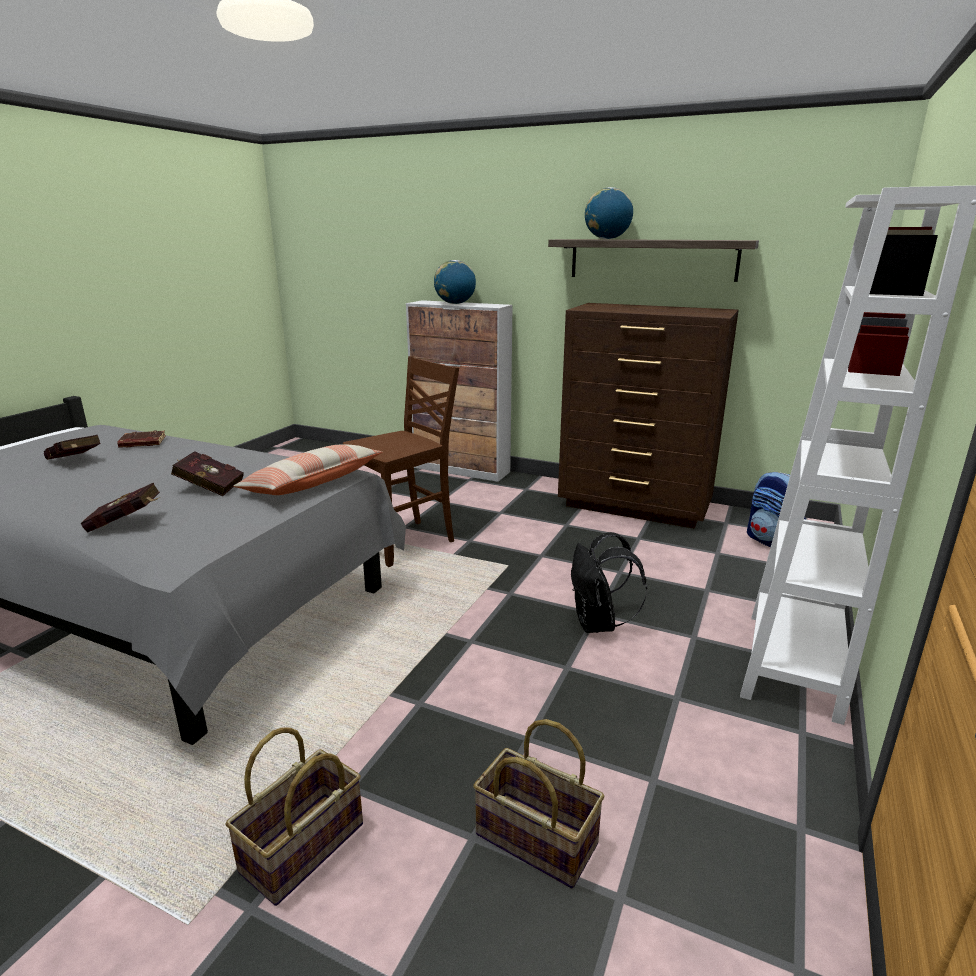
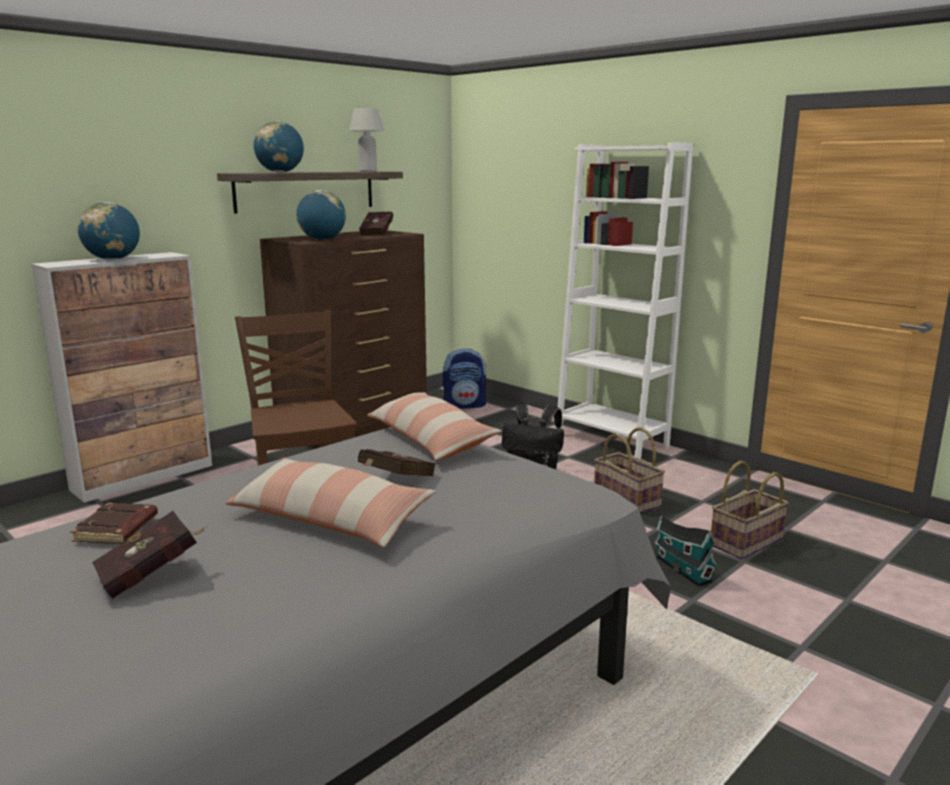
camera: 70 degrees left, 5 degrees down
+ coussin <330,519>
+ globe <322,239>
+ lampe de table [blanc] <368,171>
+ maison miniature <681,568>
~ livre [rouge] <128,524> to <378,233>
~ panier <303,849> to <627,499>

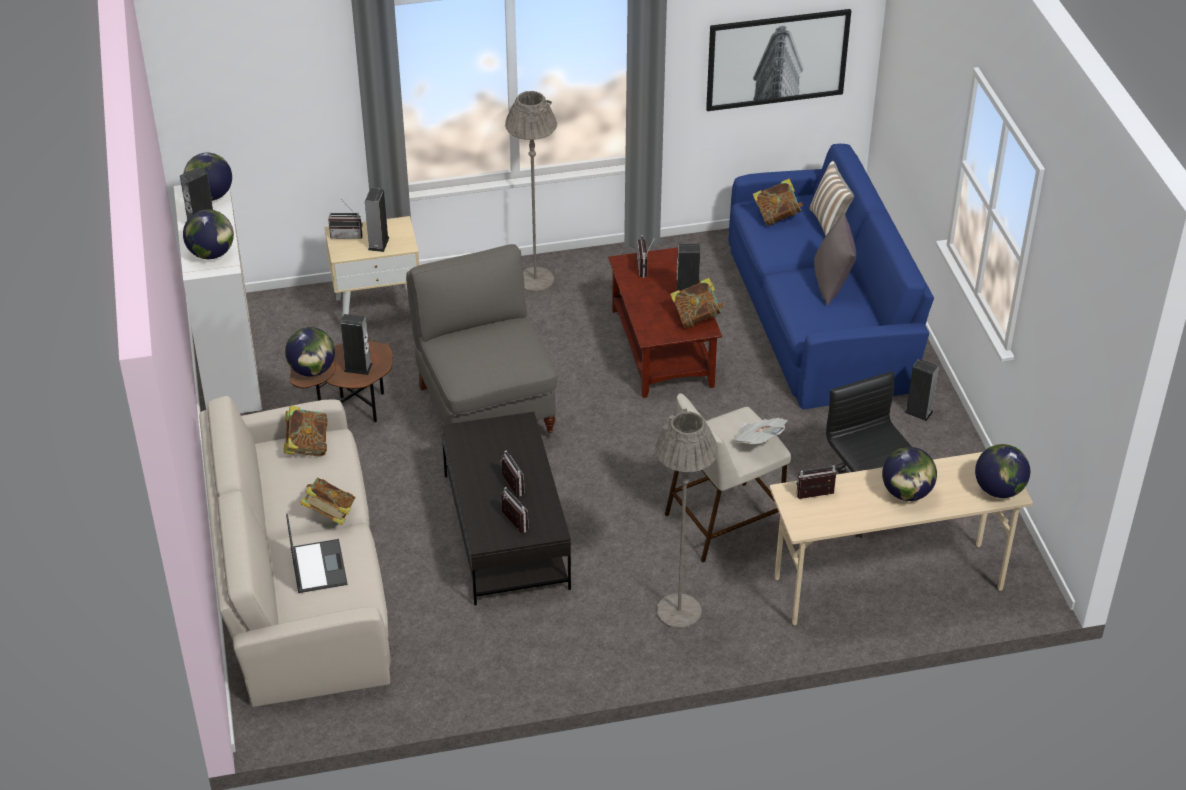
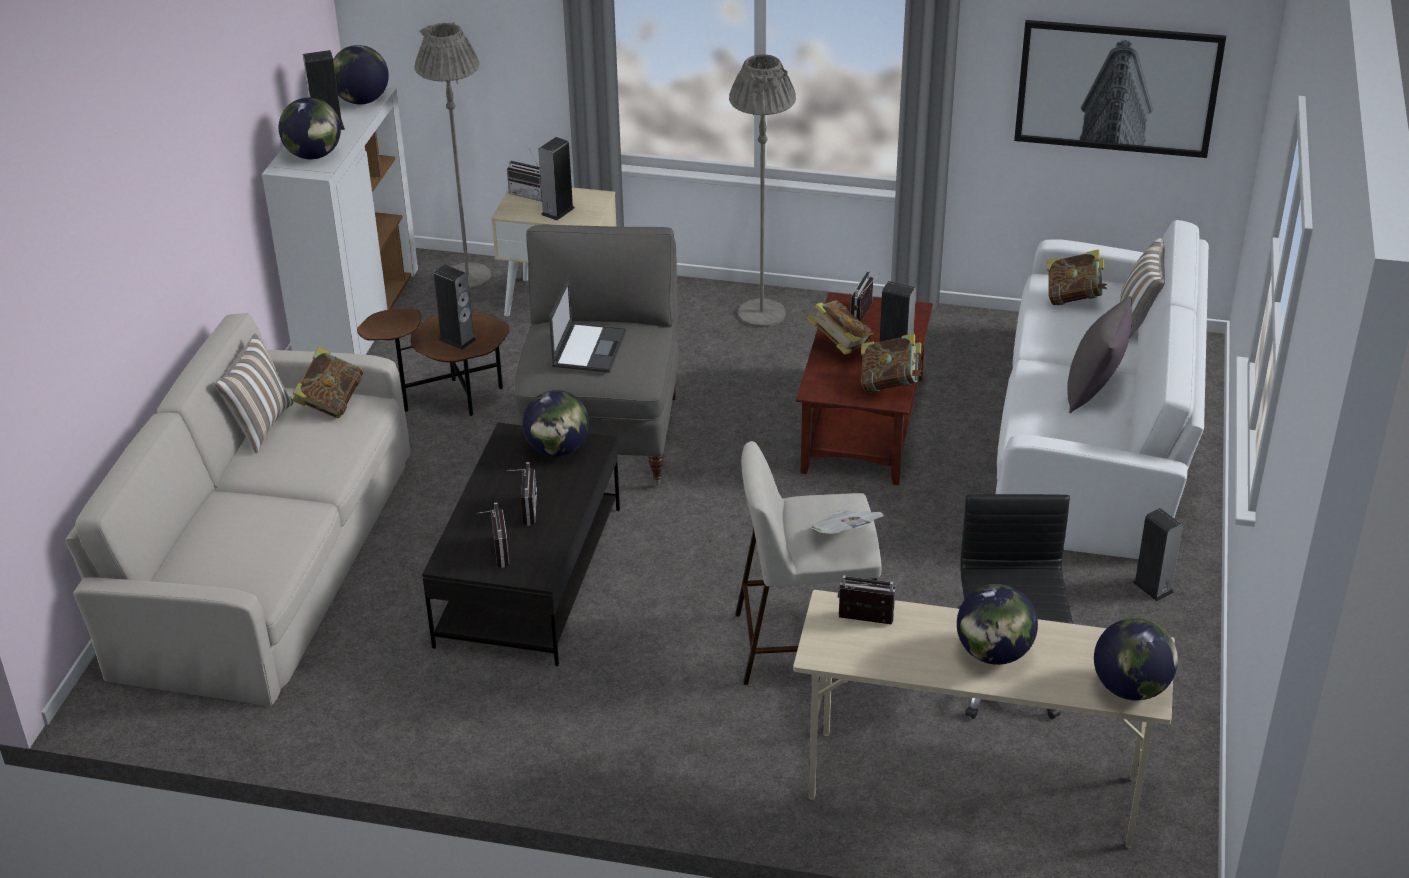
camera: 25 degrees right, 5 degrees down
+ coussin <260,425>
~ globe <312,370> to <557,449>
~ ordinateur portable <318,566> to <589,348>
~ livre <330,514> to <839,346>
~ lampadaire [gris] <679,612> to <468,277>
~ canapé [bleu] <821,313> to canapé [blanc] <1095,436>

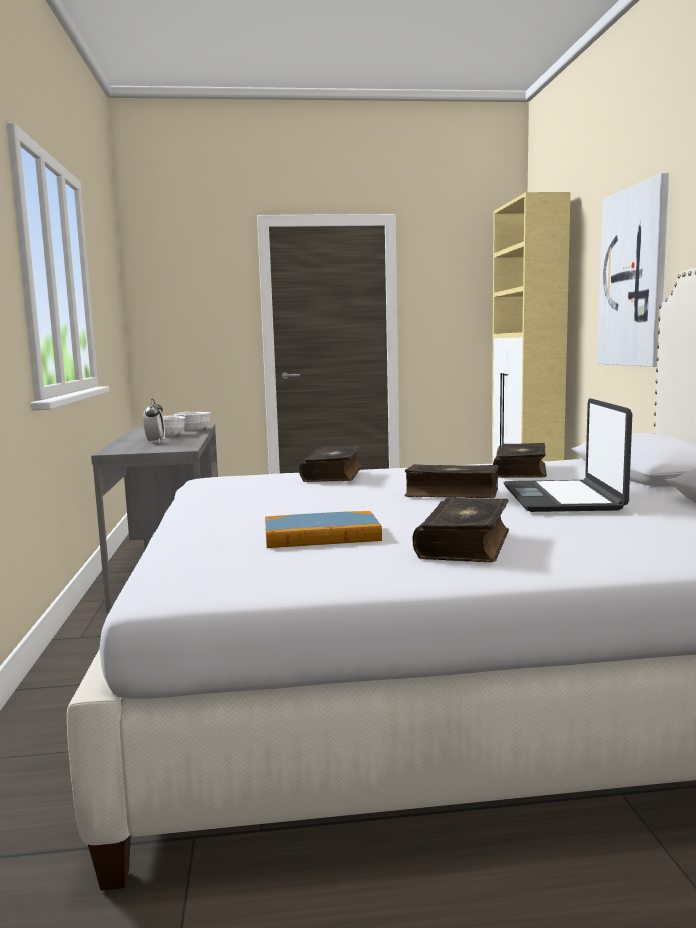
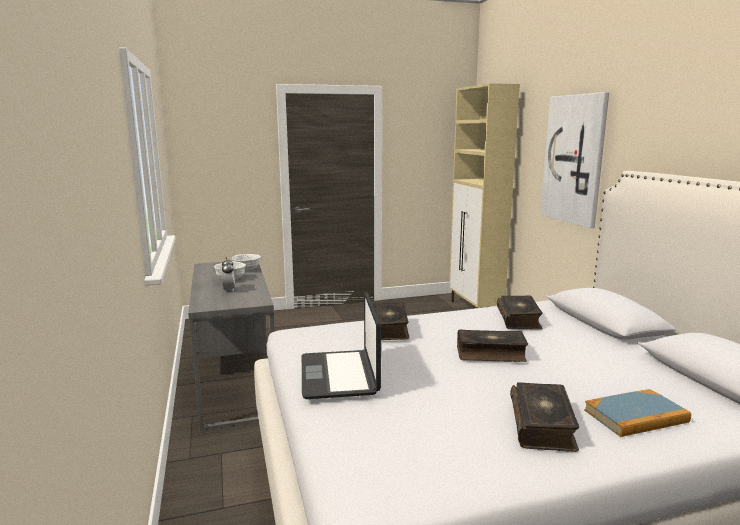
camera: 10 degrees left, 5 degrees up
~ livre <321,535> to <636,416>
~ ordinateur portable <563,498> to <340,375>

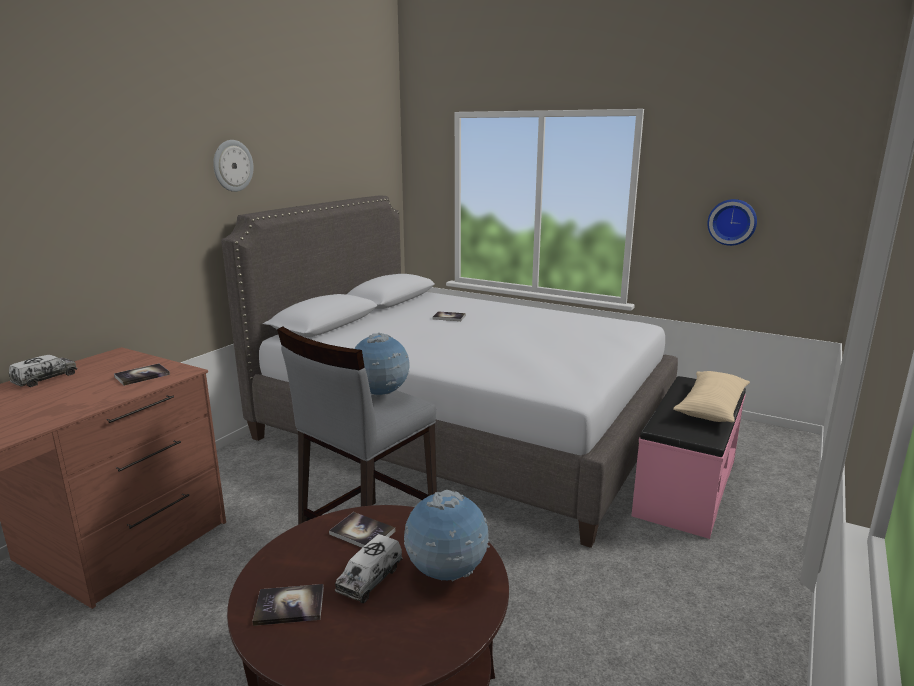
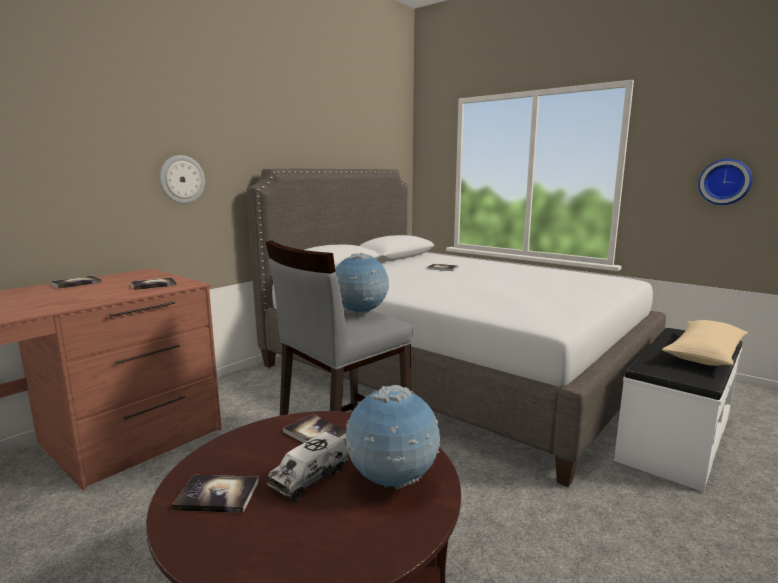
camera: 10 degrees right, 5 degrees down
~ horloge murale <232,165> to <182,179>
~ camion jouet <45,378> to livre <76,283>
~ banc [rose] <685,486> to banc [blanc] <674,438>

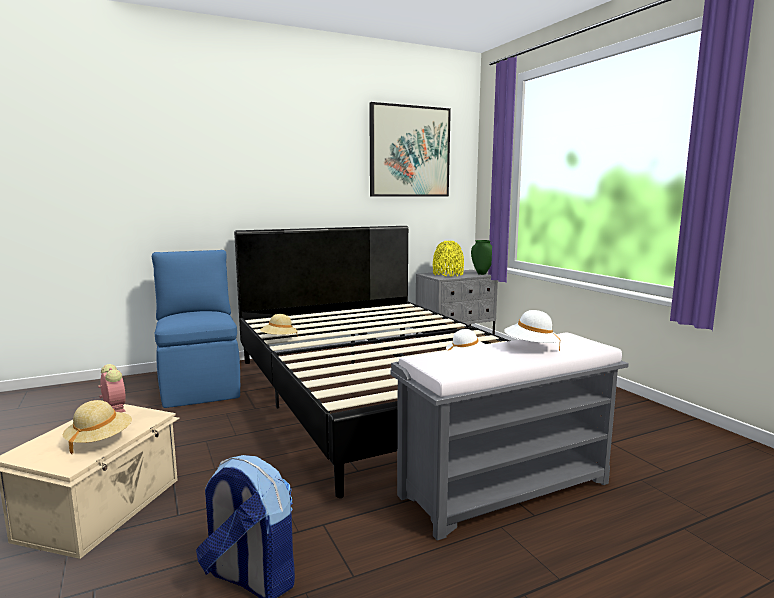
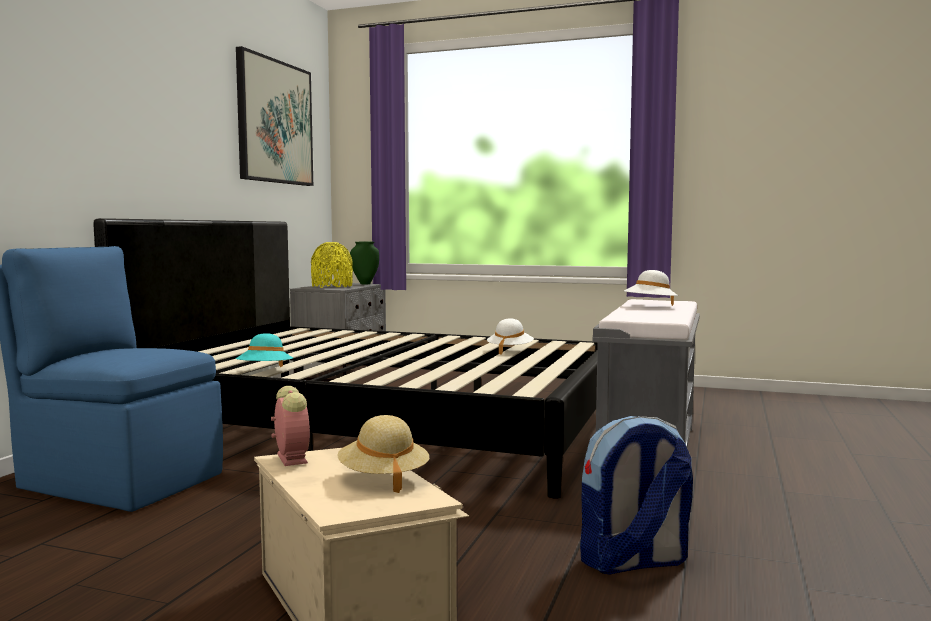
camera: 45 degrees left, 5 degrees down
~ chapeau [beige] <279,339> to chapeau [turquoise] <265,372>
~ réveil <114,408> = <291,457> 60 degrees clockwise

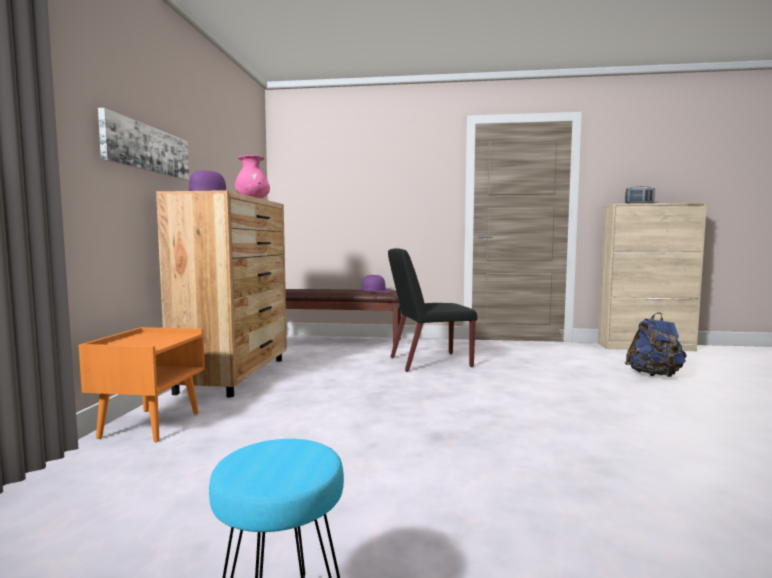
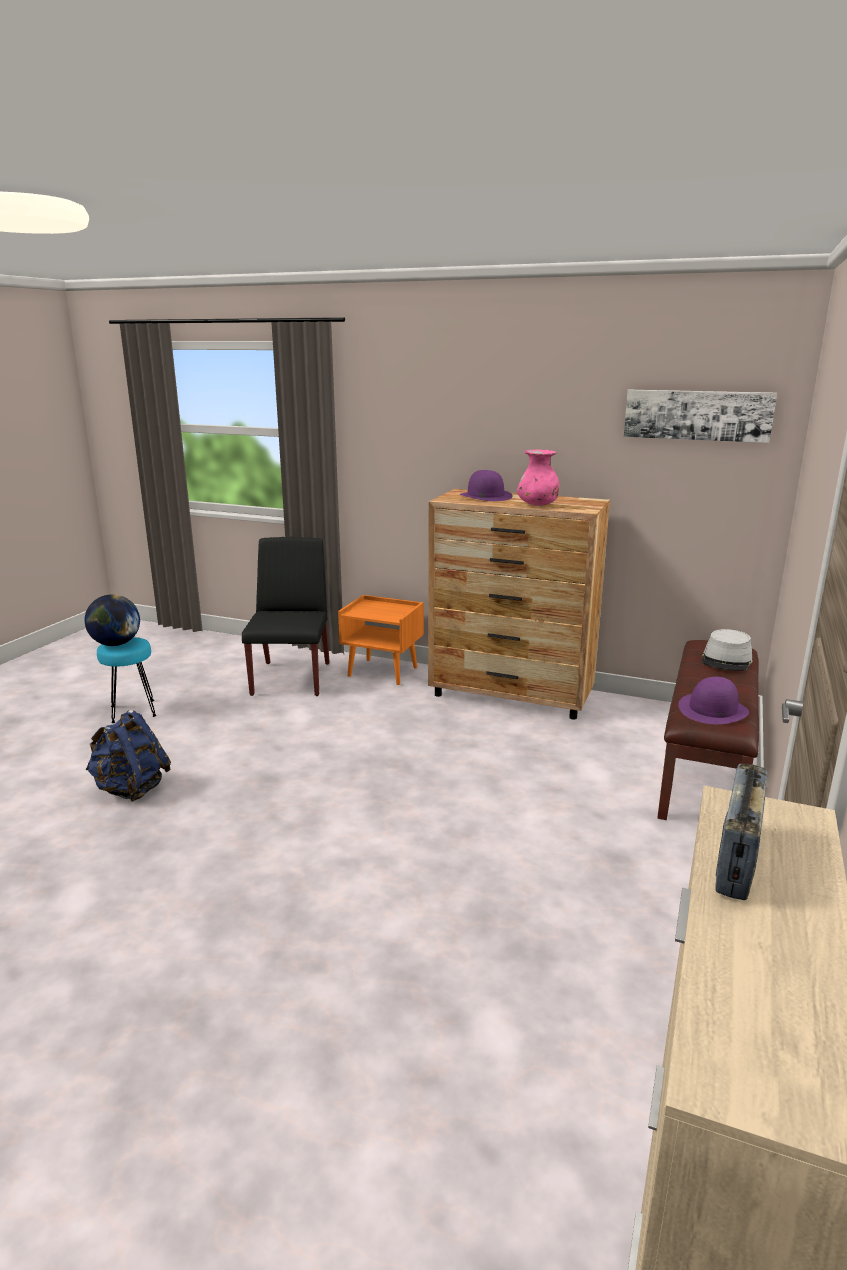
camera: 105 degrees right, 15 degrees up
+ globe <116,644>
+ chapeau [gris] <726,660>
~ tableau <147,149> to <697,415>
~ chaise [noir] <429,362> to <291,678>
~ sac à dos [bleu] <654,375> to <131,789>

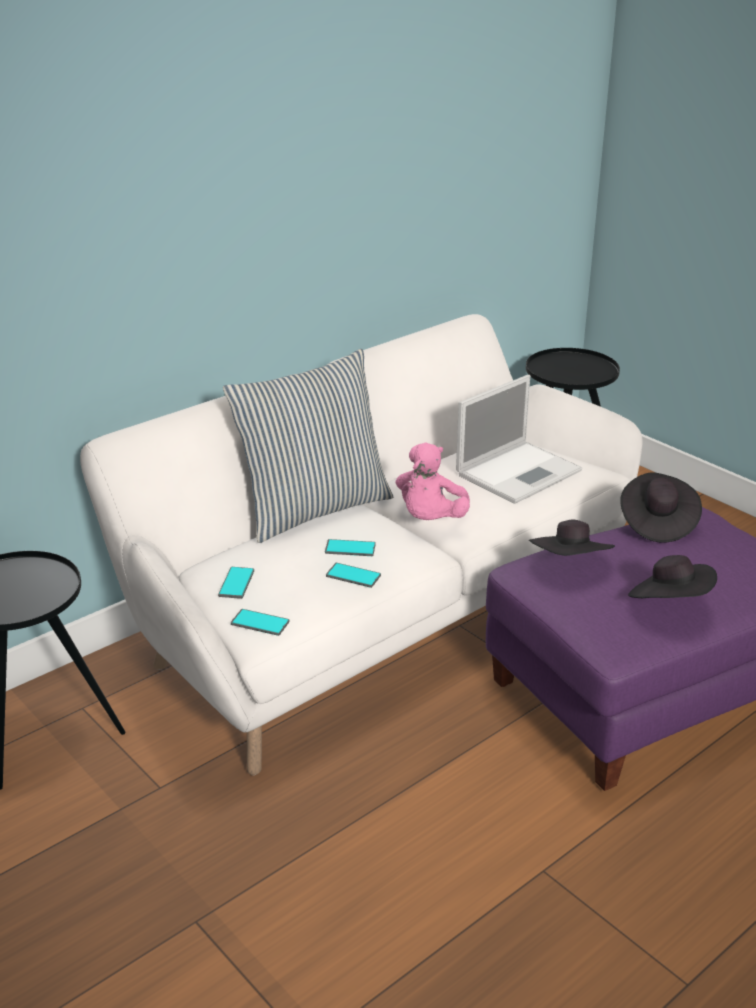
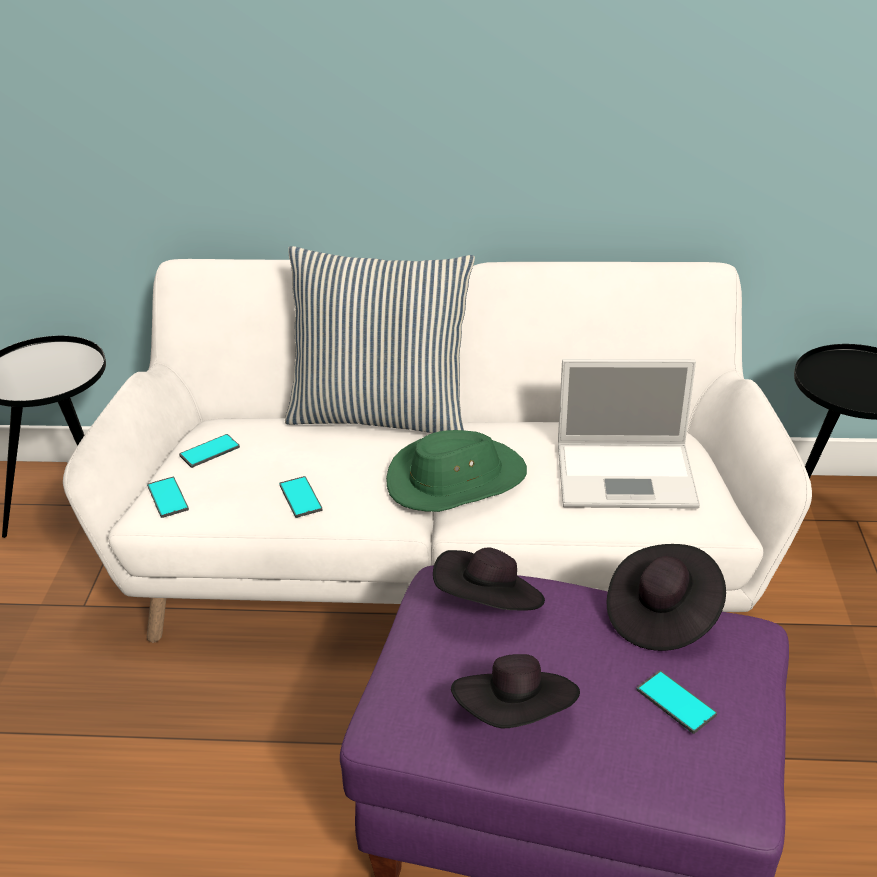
camera: 45 degrees right, 5 degrees up
~ téléphone <350,549> to <675,702>
~ peluche [rose] <430,519> to chapeau [vert] <456,480>

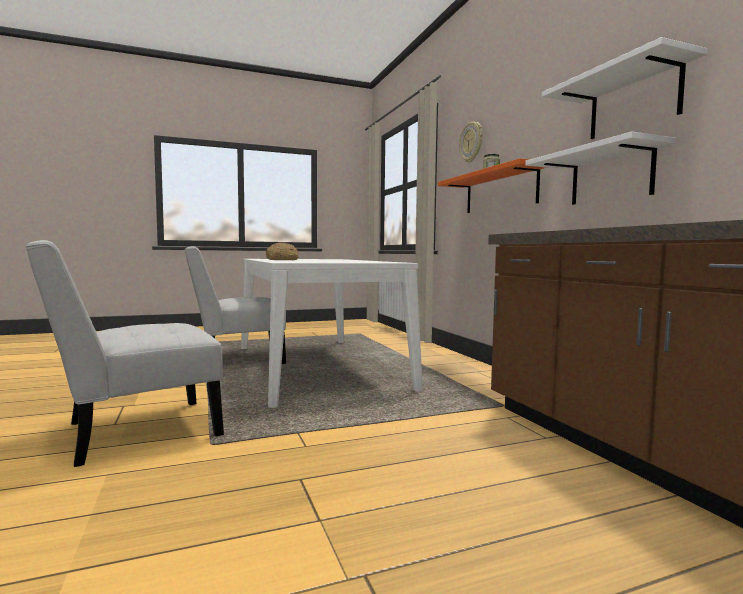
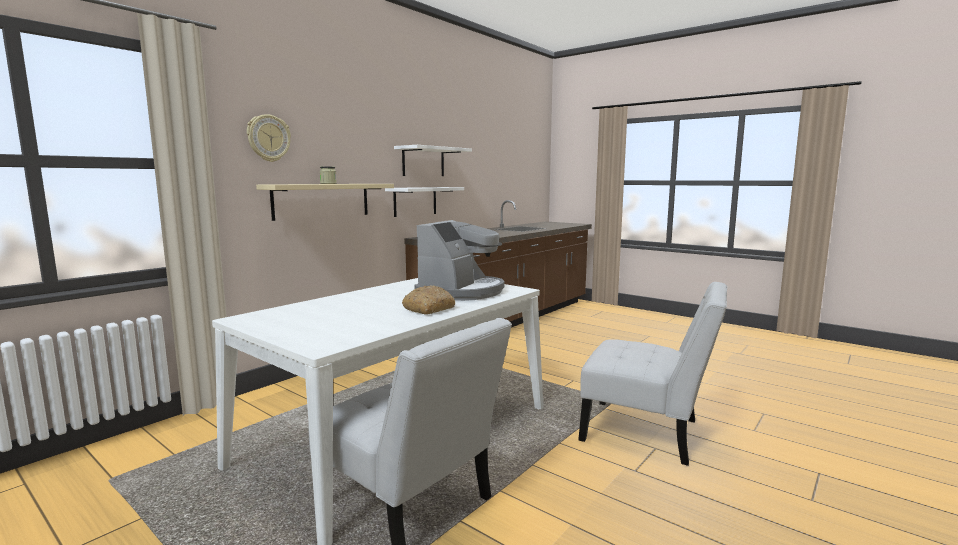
camera: 120 degrees left, 5 degrees up
+ machine à café <462,292>
~ étagère [orange] <500,191> to étagère [beige] <322,200>

